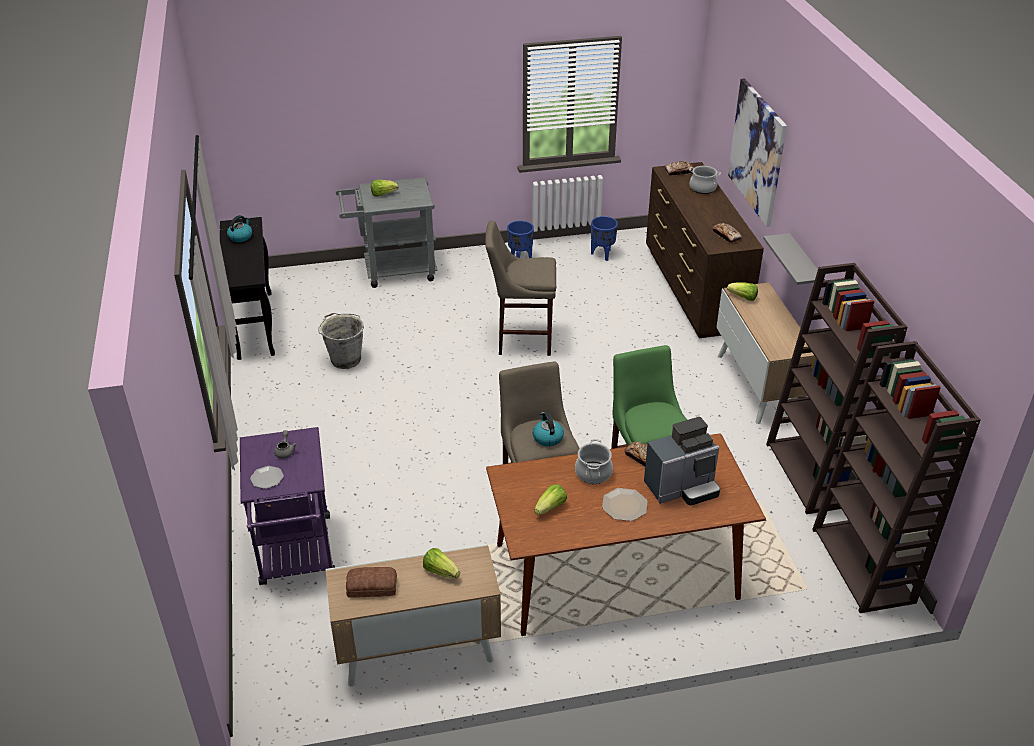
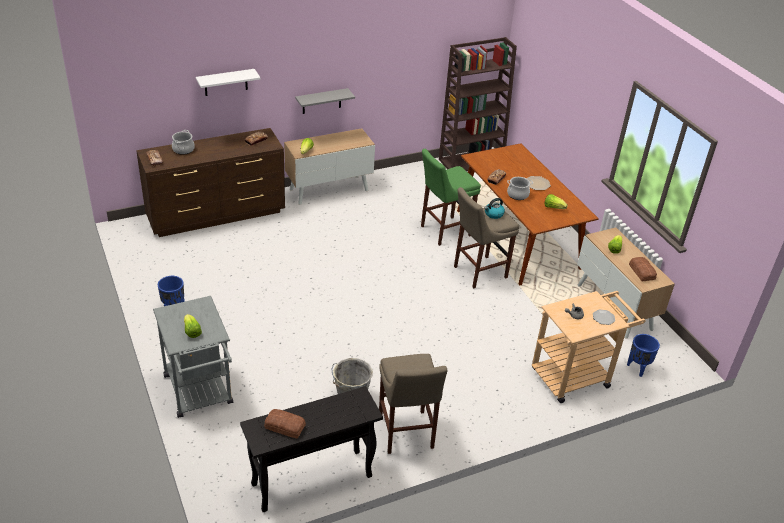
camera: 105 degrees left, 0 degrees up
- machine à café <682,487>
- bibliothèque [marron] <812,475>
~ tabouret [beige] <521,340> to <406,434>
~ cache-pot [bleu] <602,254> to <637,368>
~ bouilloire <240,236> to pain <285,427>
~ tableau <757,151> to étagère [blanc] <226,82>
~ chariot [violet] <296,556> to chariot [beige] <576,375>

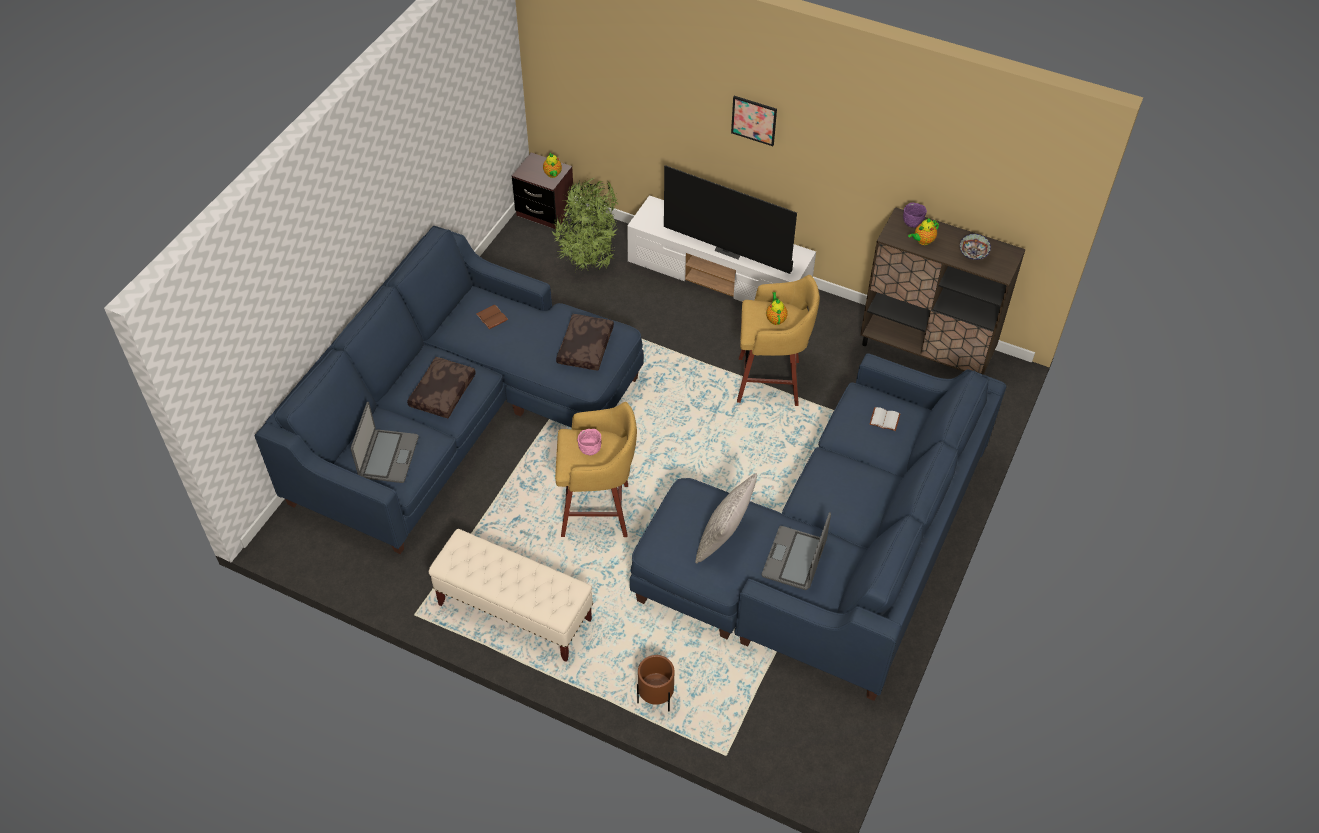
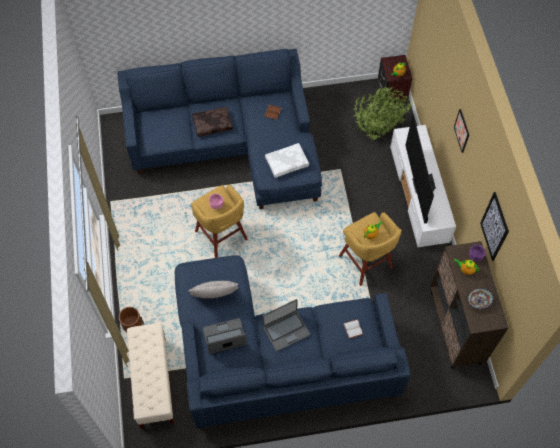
camera: 55 degrees right, 10 degrees up
+ tableau <494,227>
~ ordinateur portable <388,457> to <286,330>
~ banc [beige] <514,612> to <153,382>
~ coussin [marron] <584,347> to coussin [blanc] <287,162>

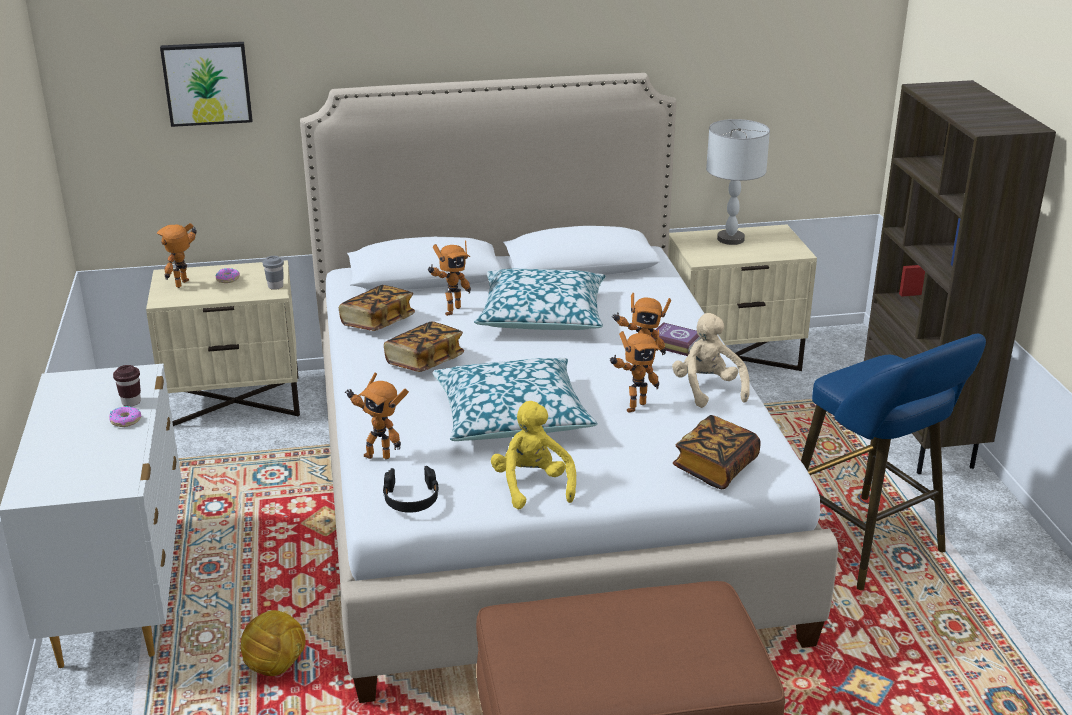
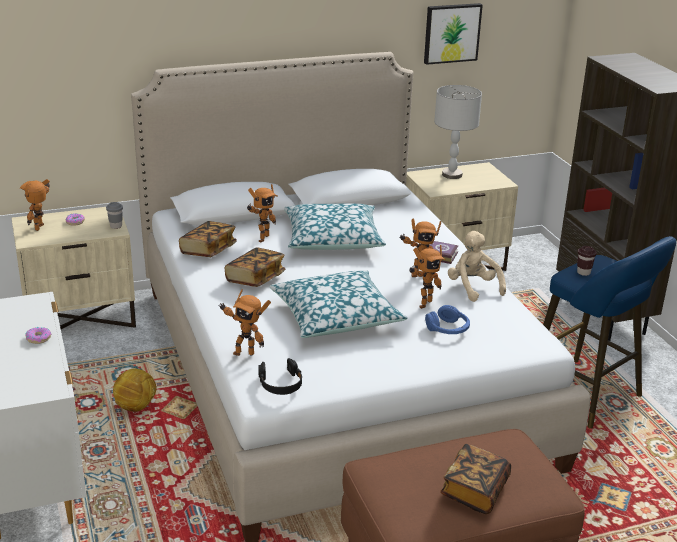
camera: 10 degrees left, 0 degrees up
- peluche [jaune] <532,485>
+ casque audio [bleu] <448,329>
~ tasse [marron] <131,402> to <583,272>
~ tableau <207,83> to <451,33>
~ ballon de foot <276,666> to <136,407>
~ livre <715,467> to <474,491>

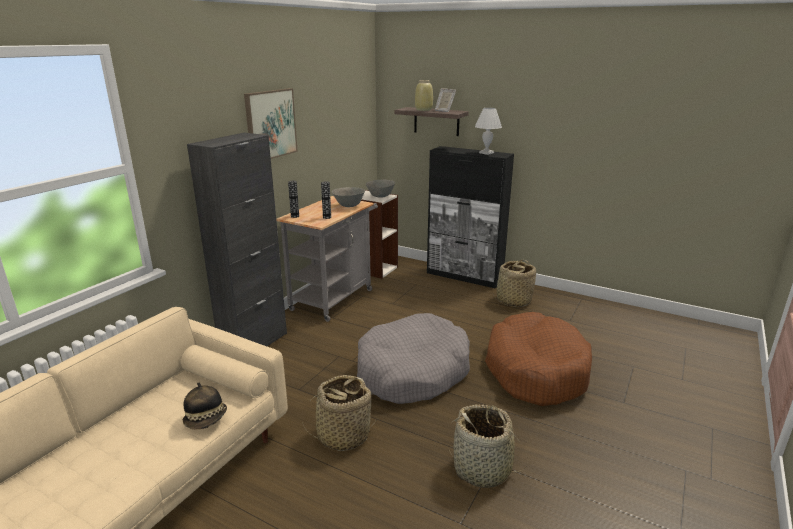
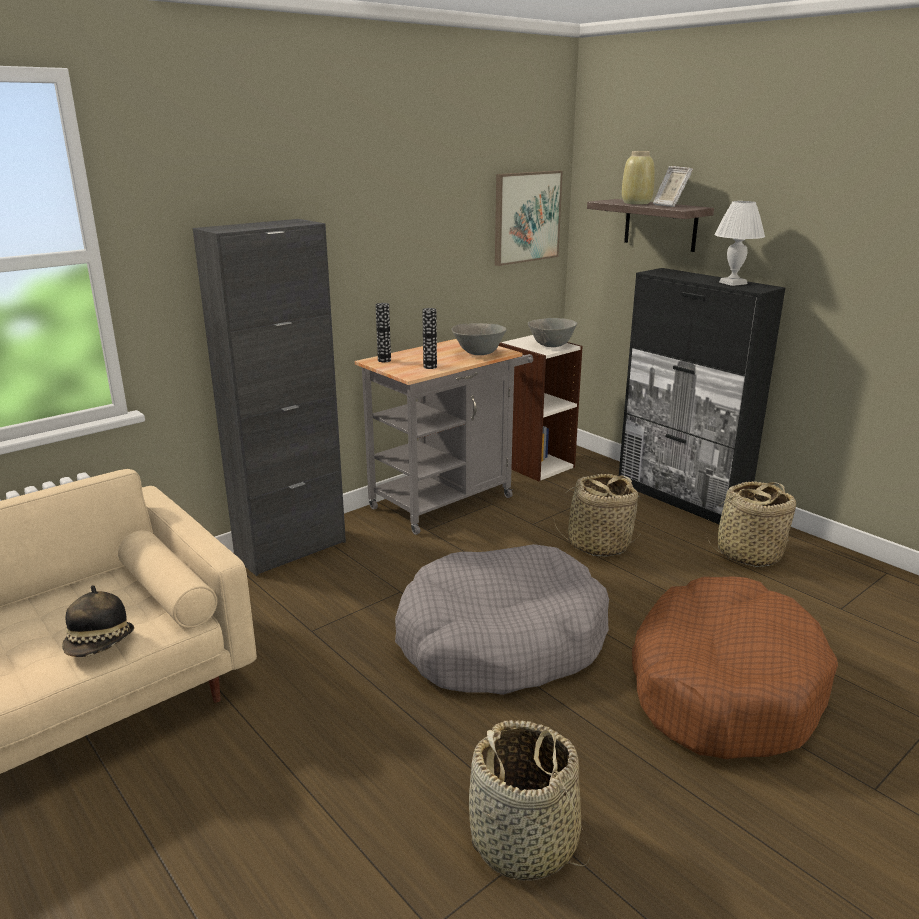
camera: 20 degrees right, 0 degrees up
~ tableau <270,124> to <526,217>
~ panier <343,435> to <598,544>

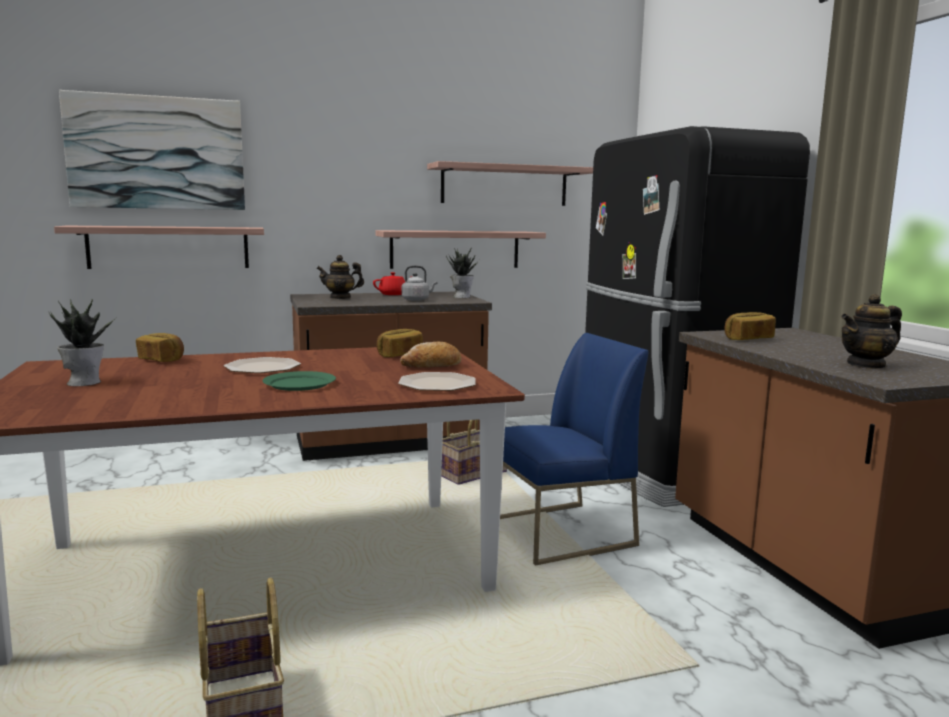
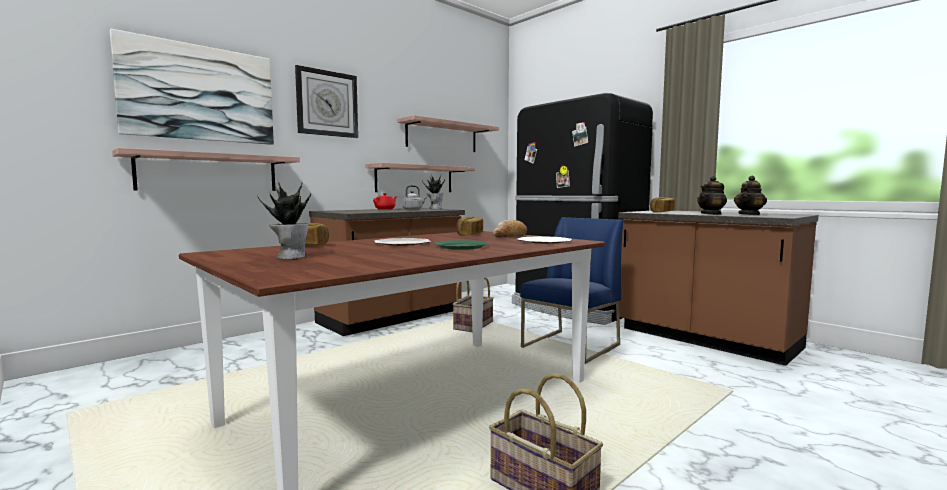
camera: 25 degrees left, 5 degrees down
+ horloge murale <327,103>
~ théière <340,297> to <711,214>

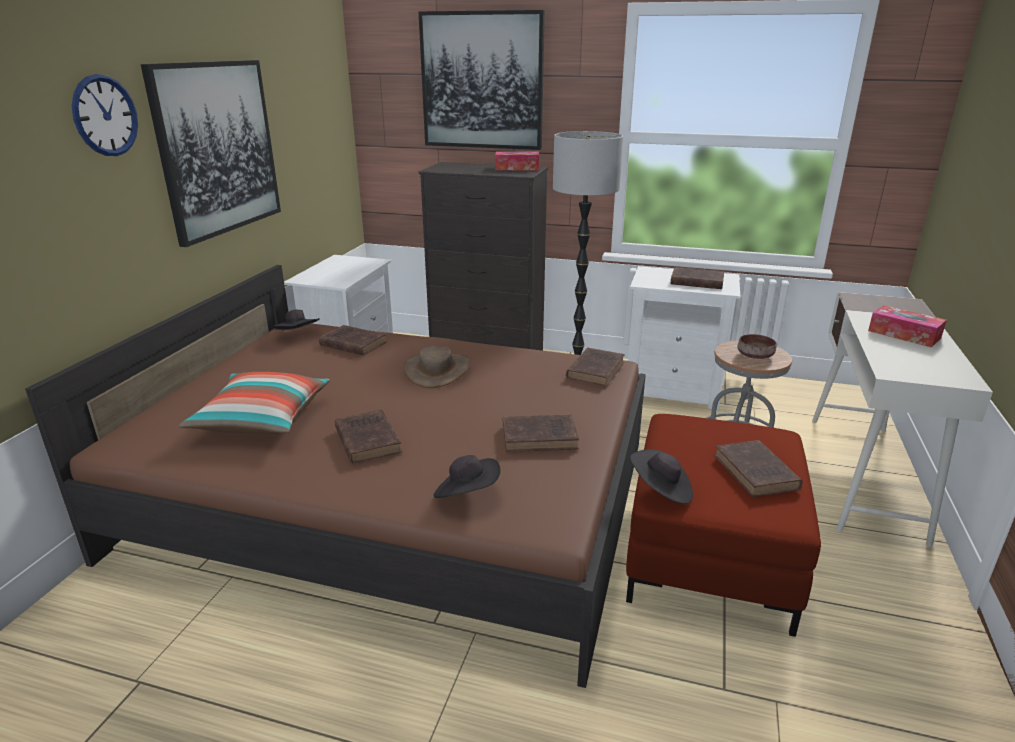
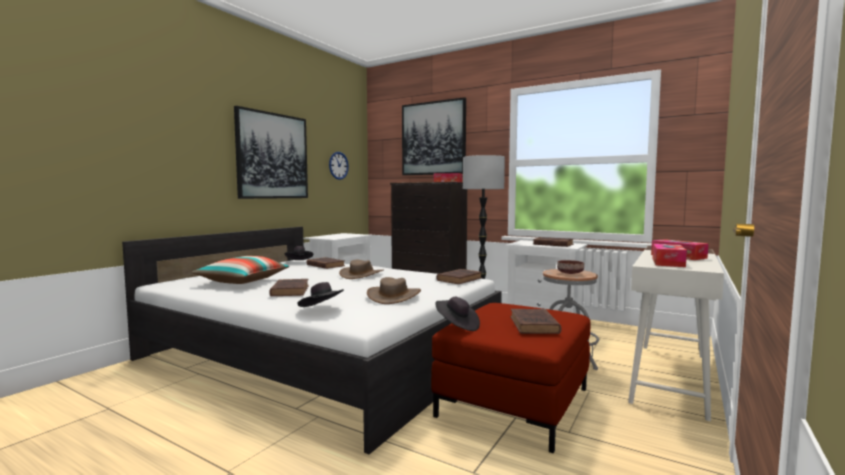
camera: 15 degrees right, 20 degrees down
+ boîte à mouchoirs <668,262>
~ horloge murale <105,116> to <338,165>
~ livre [marron] <541,437> to chapeau [marron] <394,296>
~ lit [marron] <397,498> to lit [blanc] <322,353>

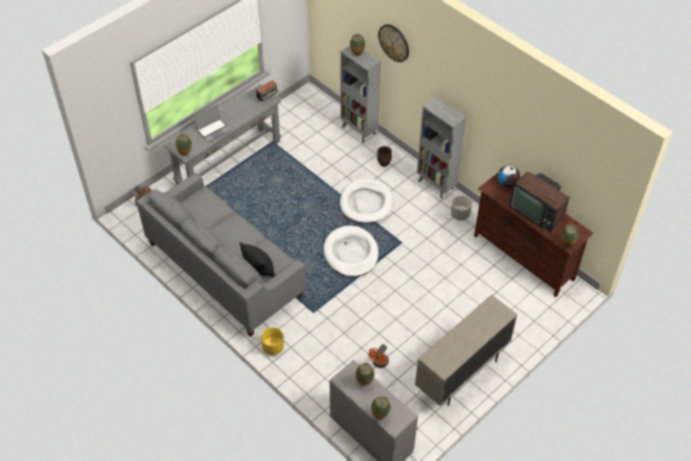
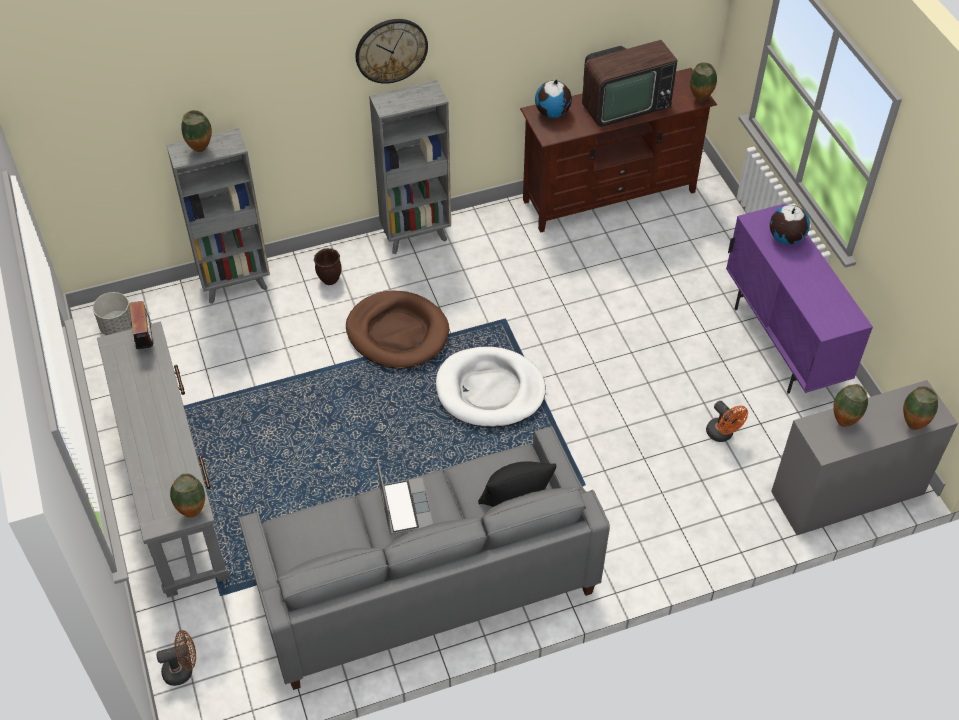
camera: 65 degrees left, 0 degrees up
- cache-pot [jaune] <273,347>
+ globe <785,238>
~ ordinateur portable <213,130> to <404,507>
~ horloge murale <394,42> to <391,50>
~ cache-pot [gris] <460,215> to <118,327>
~ panier pour chien [blanc] <366,203> to panier pour chien [marron] <397,333>
~ meuble de rangement [beige] <461,374> to meuble de rangement [violet] <782,344>

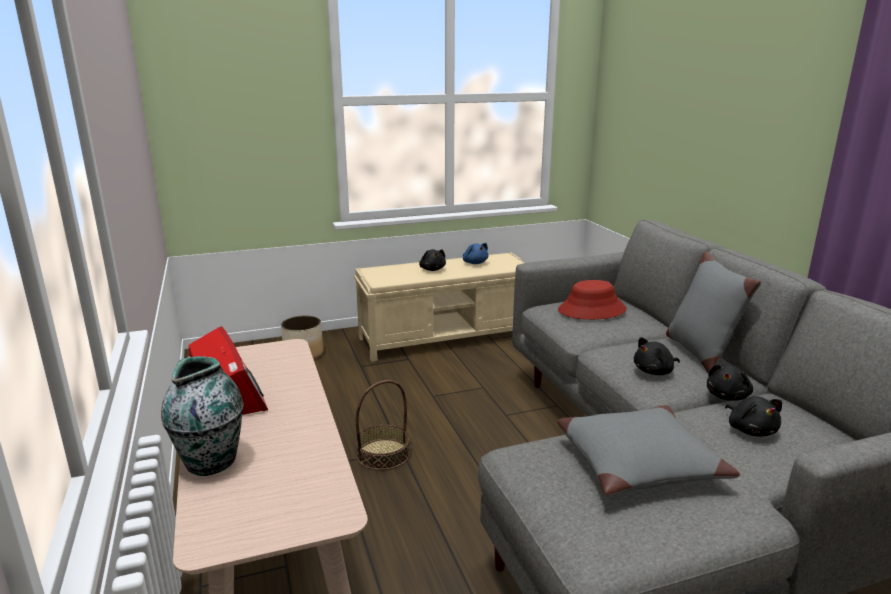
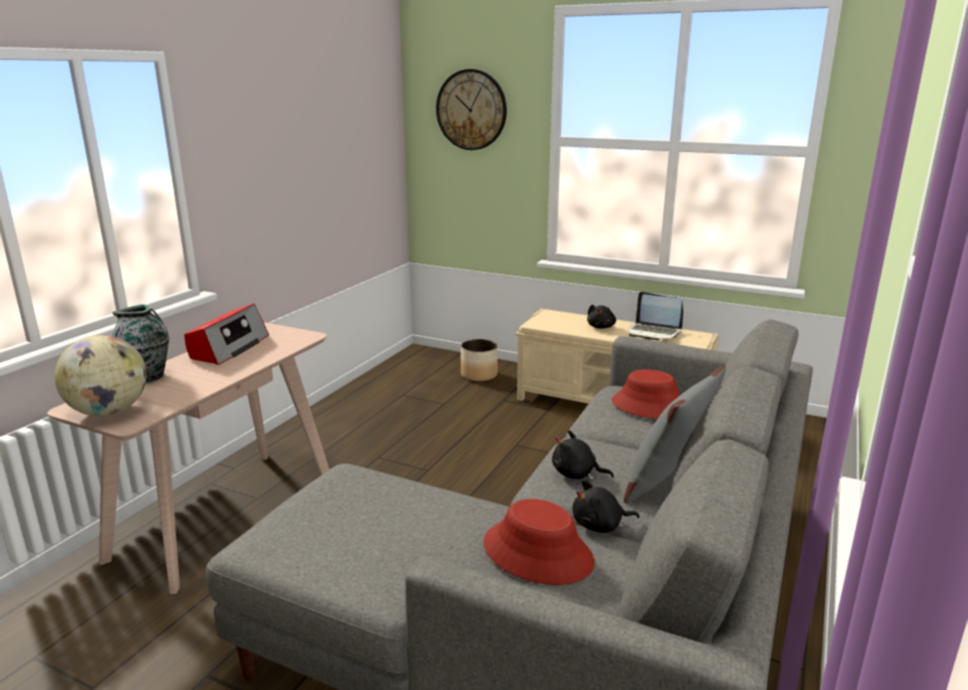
camera: 45 degrees right, 0 degrees up
- panier <383,454>
- coussin [gris] <638,463>
+ globe <109,412>
+ horloge murale <471,110>
~ peluche [bleu] <474,263> to ordinateur portable <654,332>
~ peluche [noir] <750,430> to chapeau [rouge] <538,552>

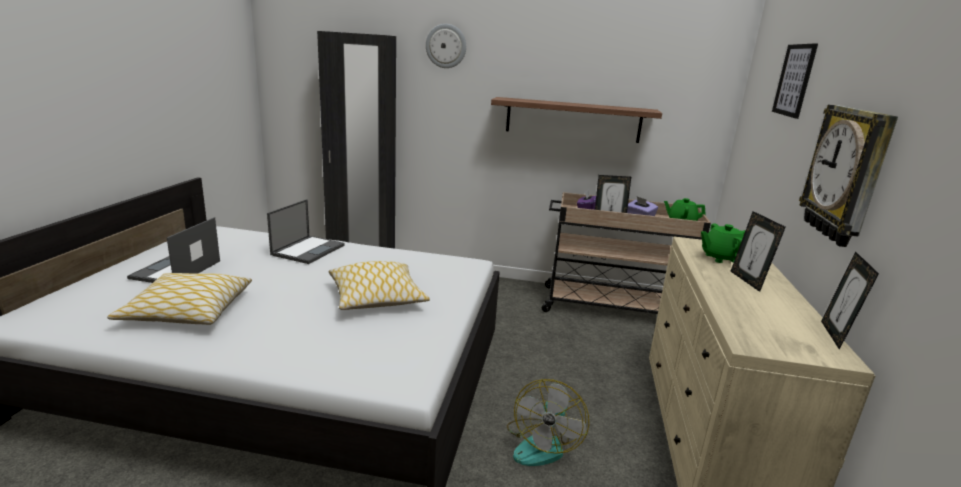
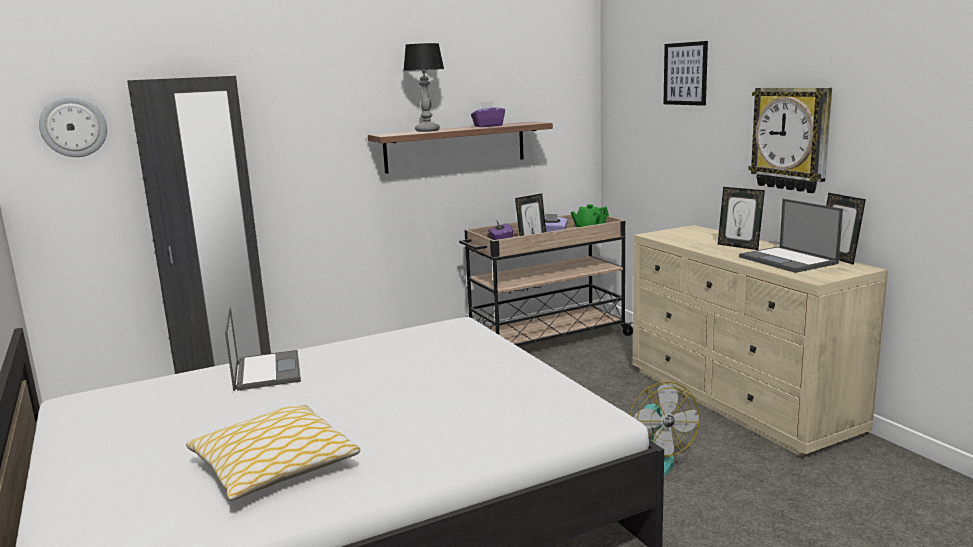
camera: 35 degrees left, 5 degrees down
- coussin <377,298>
- théière [vert] <720,258>
+ lampe de table <427,131>
+ boîte à mouchoirs [violet] <488,126>
~ ordinateur portable <176,270> to <789,260>
~ horloge murale <446,46> to <73,127>

